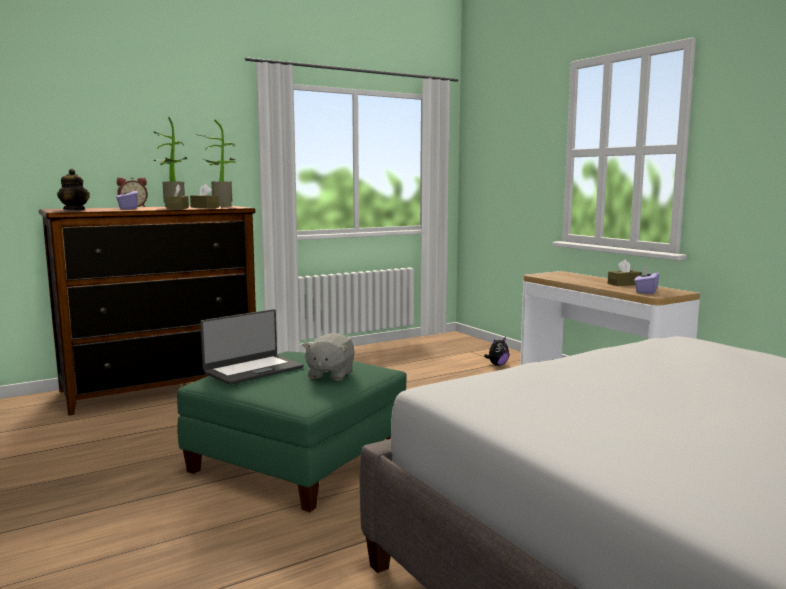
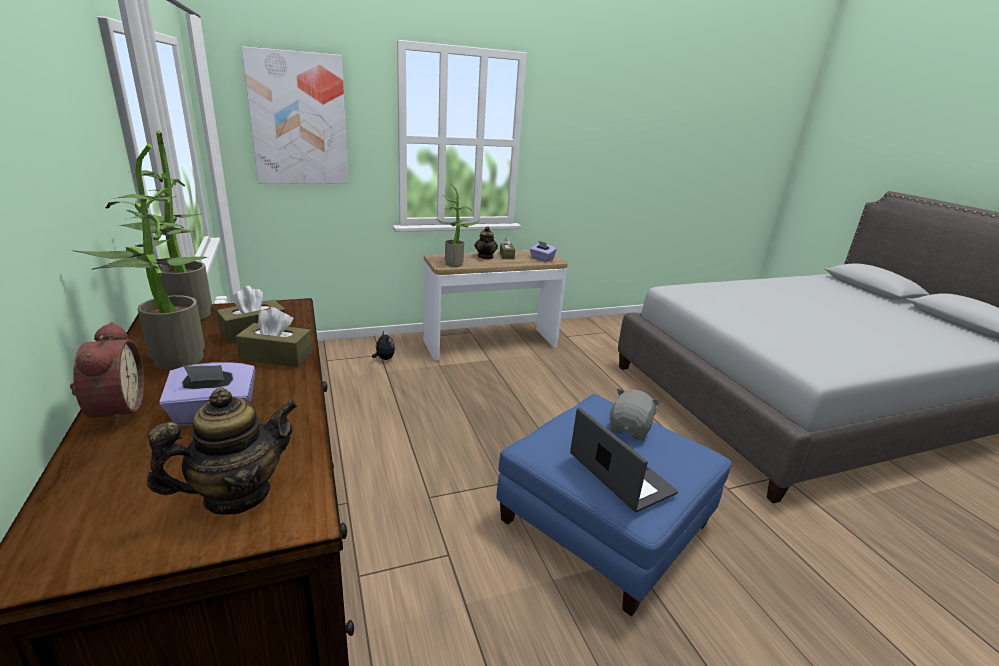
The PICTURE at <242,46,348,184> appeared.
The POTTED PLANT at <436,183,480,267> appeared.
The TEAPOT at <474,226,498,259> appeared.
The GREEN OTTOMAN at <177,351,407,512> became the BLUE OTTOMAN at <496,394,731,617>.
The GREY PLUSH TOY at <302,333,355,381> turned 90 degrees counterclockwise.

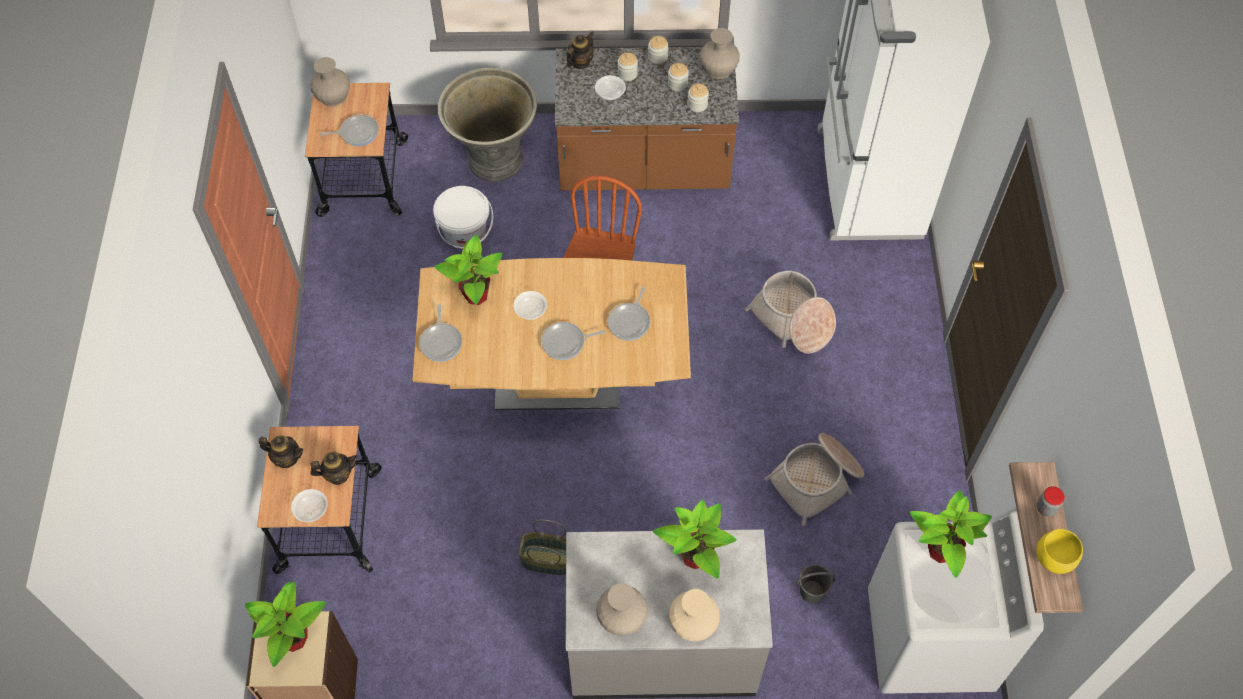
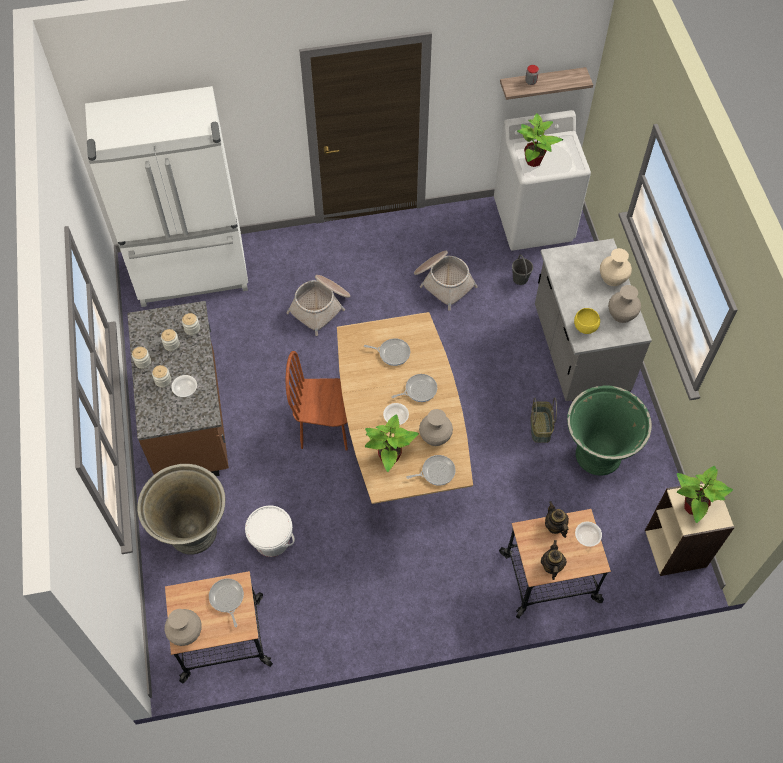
The TEAPOT at <566,31,594,69> disappeared.
The POTTED PLANT at <653,500,737,579> disappeared.
The GREEN PLANTER at <567,385,652,476> appeared.
The BEIGE VASE moved from <700,28,740,79> to <419,409,453,446>.
The YELLOW BOWL moved from <1036,529,1083,574> to <574,308,600,334>.
The FRYING PAN at <541,322,606,360> turned 90 degrees counterclockwise.

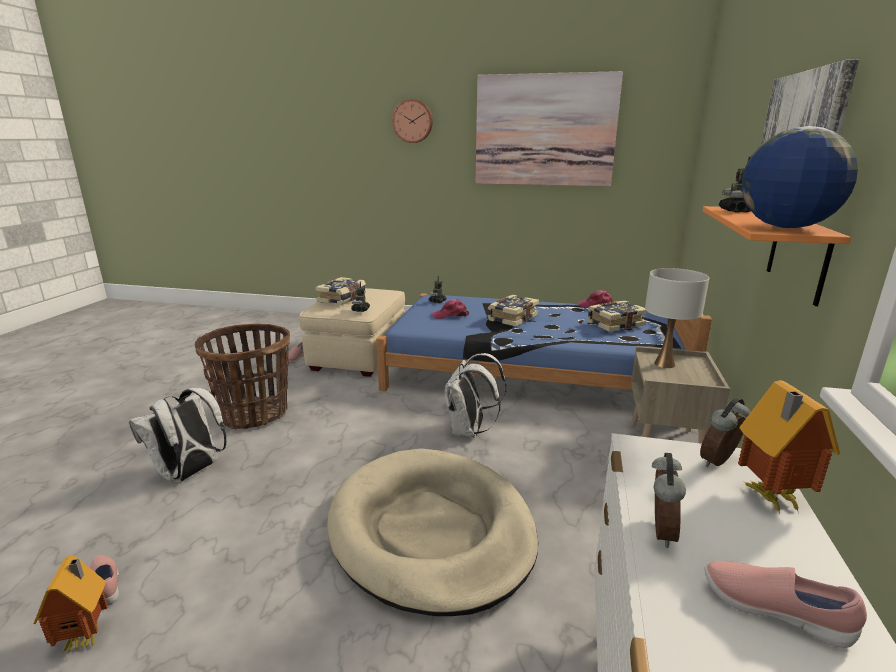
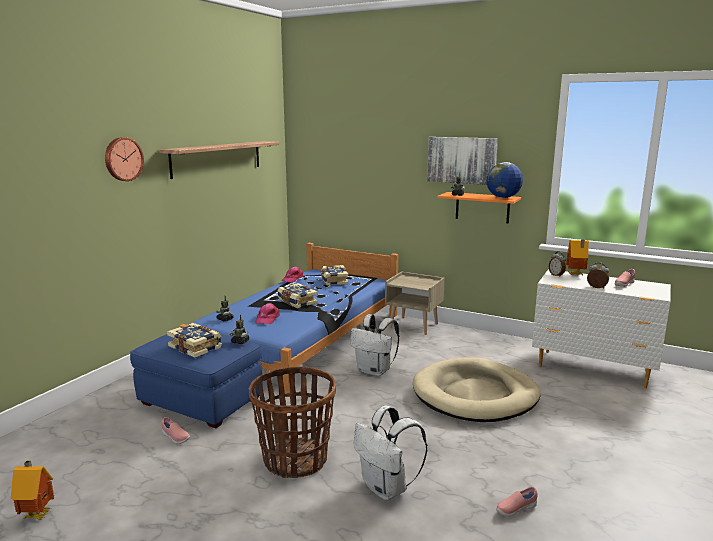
The WHITE TABLE LAMP at <645,268,709,368> disappeared.
The TOY HOUSE moved from <34,556,108,652> to <11,461,54,520>.
The PICTURE at <475,71,623,186> was replaced by the SHELF at <159,141,280,179>.
The BEIGE OTTOMAN at <299,288,405,377> became the BLUE OTTOMAN at <130,327,263,428>.

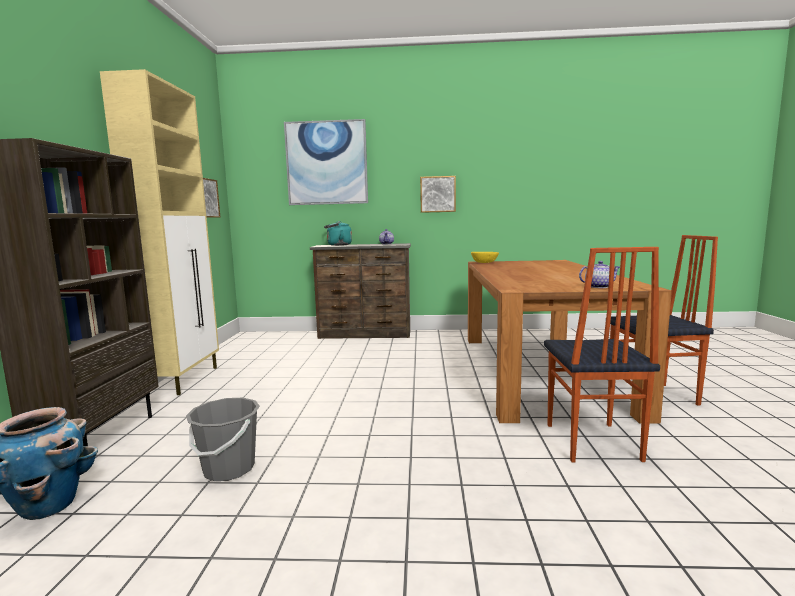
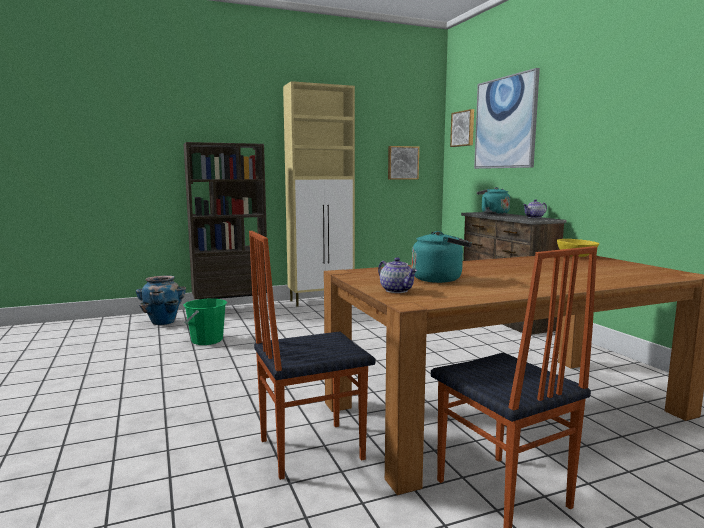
The TURQUOISE KETTLE at <412,231,472,283> appeared.
The PICTURE moved from <420,176,456,213> to <450,109,474,147>.
The GREY BUCKET at <186,398,260,481> became the GREEN BUCKET at <183,299,227,345>.

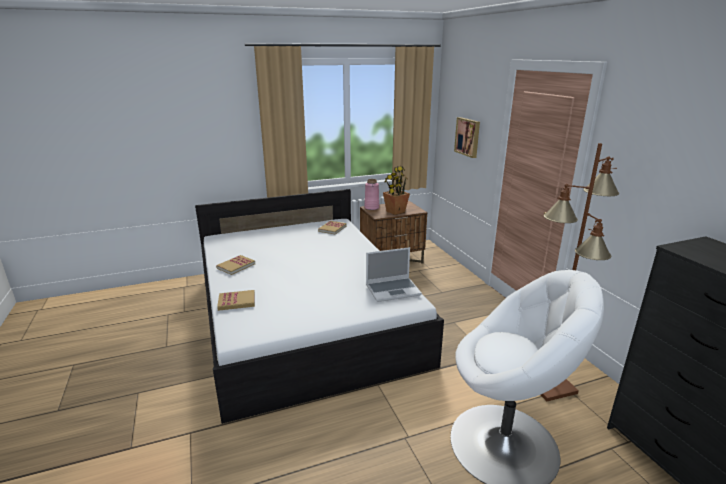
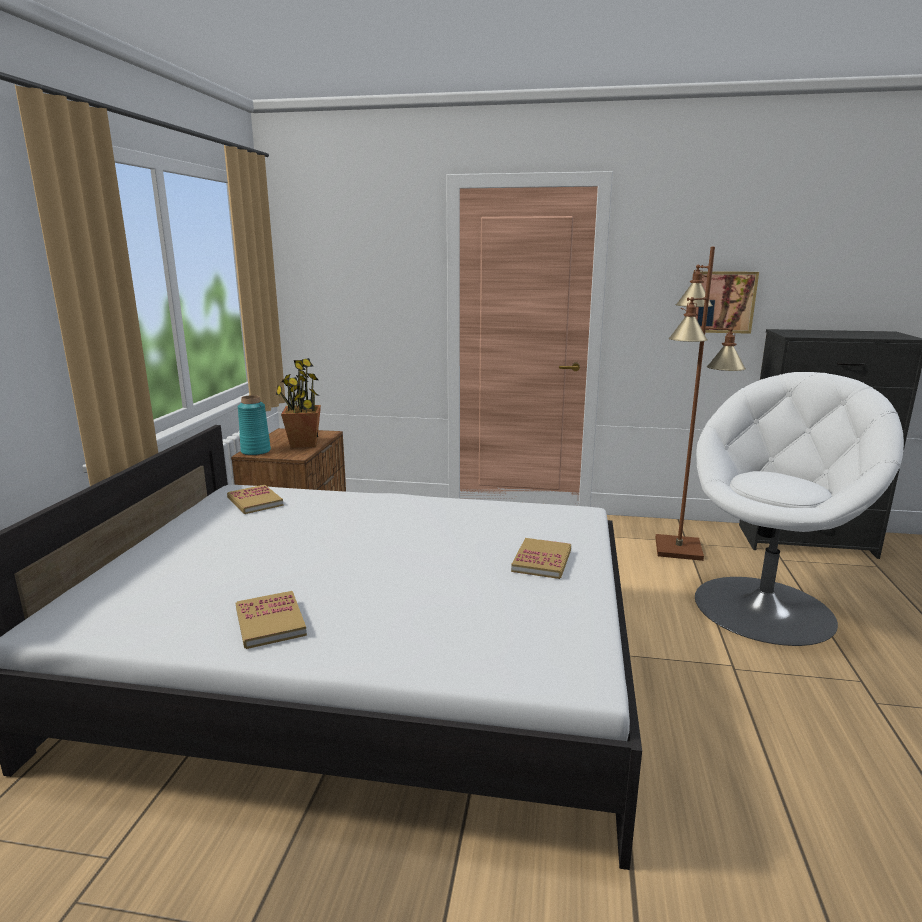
The LAPTOP at <366,247,422,302> disappeared.
The BOOK moved from <217,290,255,311> to <511,538,571,579>.
The PICTURE moved from <454,117,480,158> to <696,271,759,334>.
The PINK VASE at <364,179,379,210> became the TURQUOISE VASE at <238,395,271,456>.

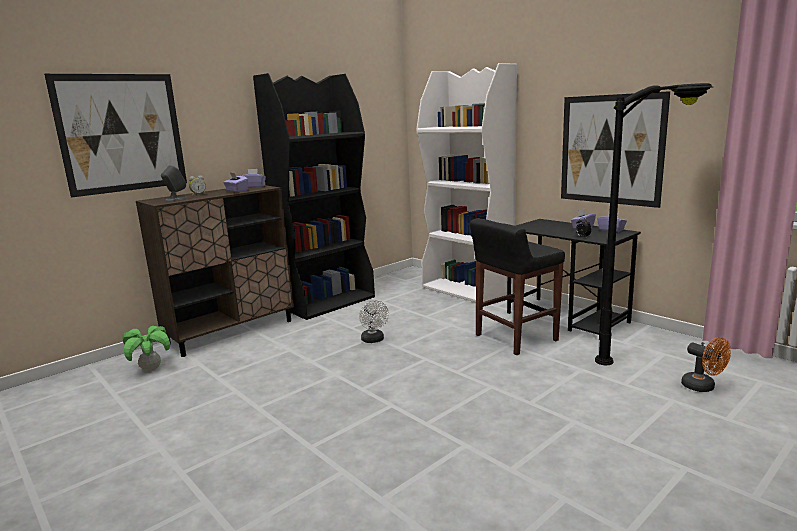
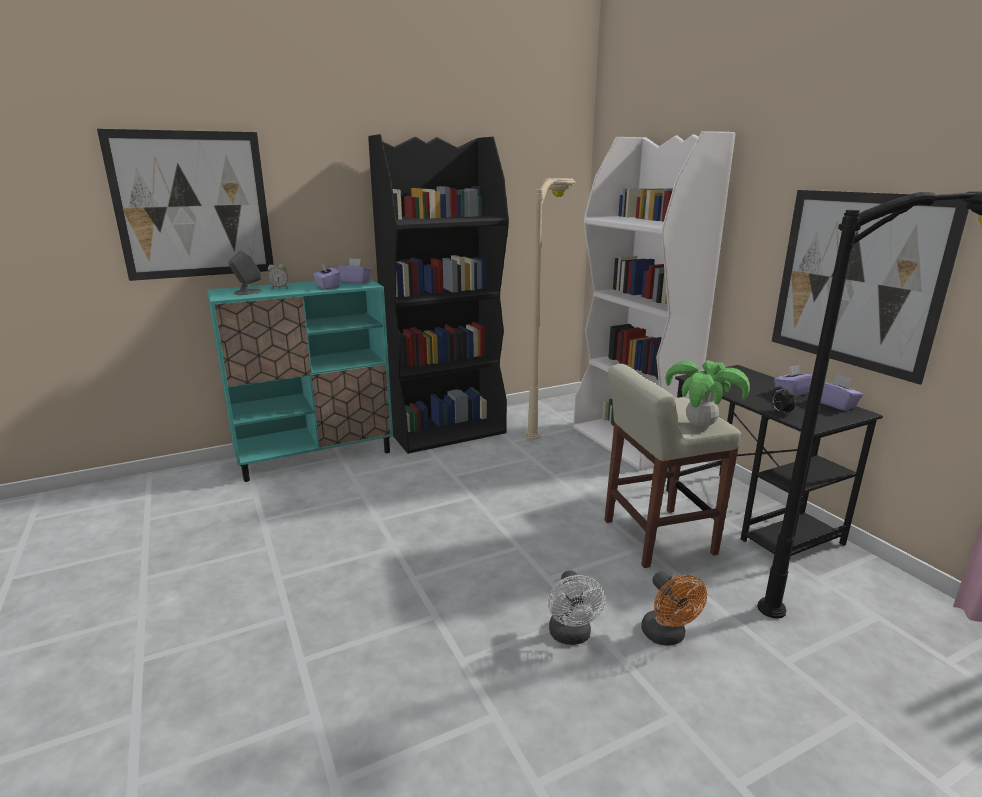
The BEIGE FLOOR LAMP at <525,178,576,440> appeared.
The POTTED PLANT moved from <122,326,170,371> to <665,360,750,428>.
The WHITE FAN moved from <359,300,389,343> to <548,570,605,645>.
The ORANGE FAN moved from <681,337,731,392> to <641,571,707,646>.
The BROWN CABINET at <136,185,294,357> became the TURQUOISE CABINET at <207,279,393,482>.
The BLACK STOOL at <469,218,565,355> became the BEIGE STOOL at <604,364,742,568>.

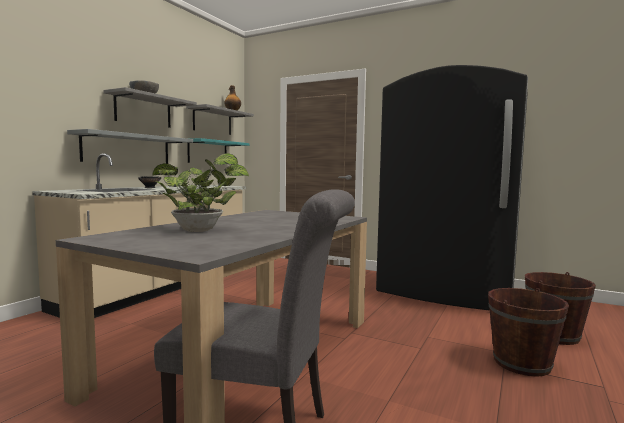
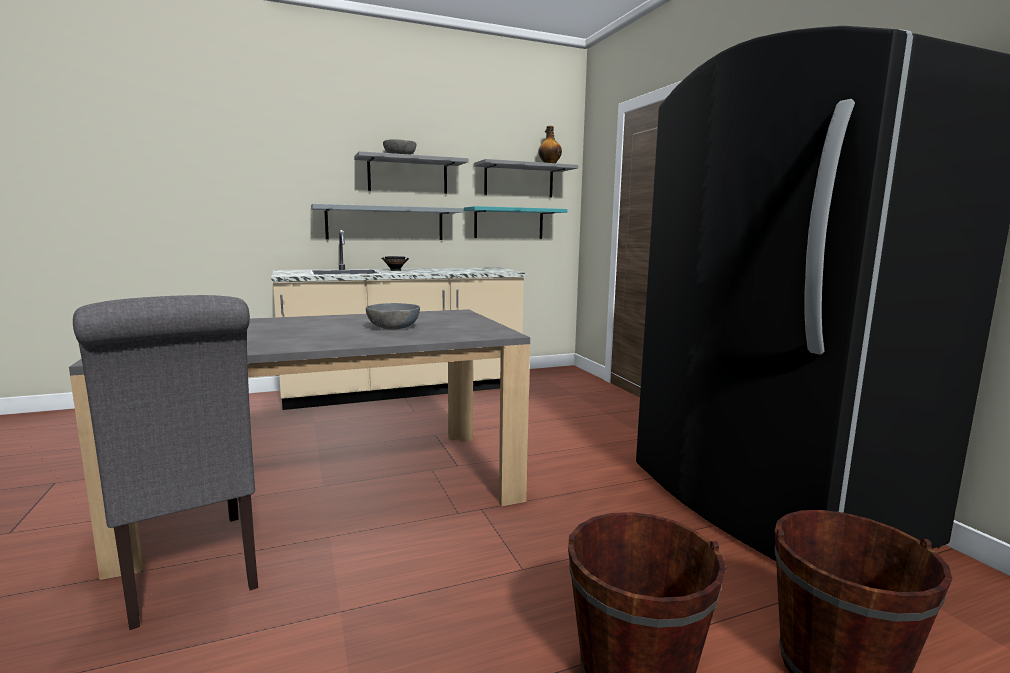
The POTTED PLANT at <153,153,249,232> disappeared.
The GREY BOWL at <366,303,420,330> appeared.

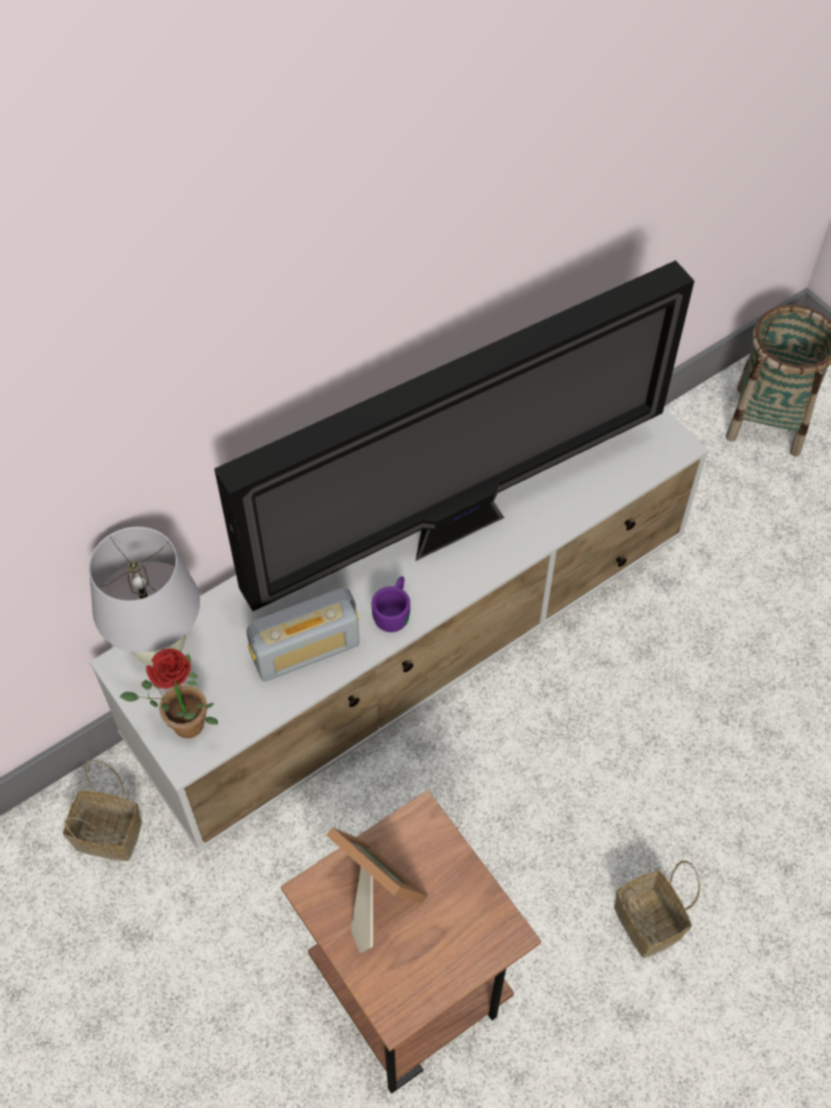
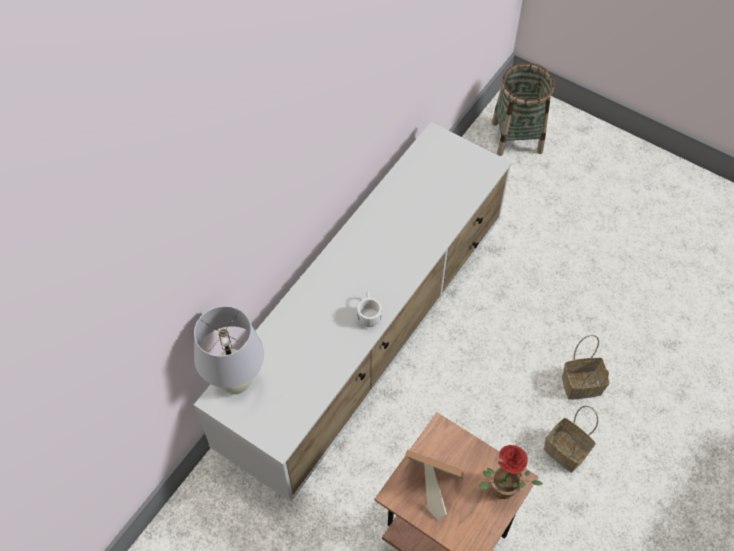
The TELEVISION at <214,260,694,611> disappeared.
The RADIO at <246,588,360,682> disappeared.
The BASKET moved from <63,760,142,861> to <562,335,610,400>.
The POTTED PLANT moved from <120,648,218,738> to <479,445,543,499>.
The PURPLE MUG at <372,576,410,632> became the WHITE MUG at <357,291,382,327>.

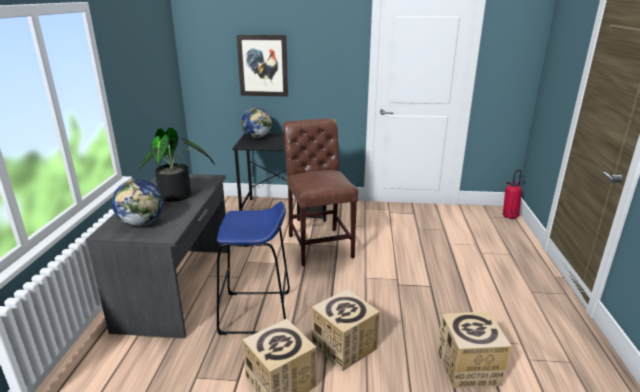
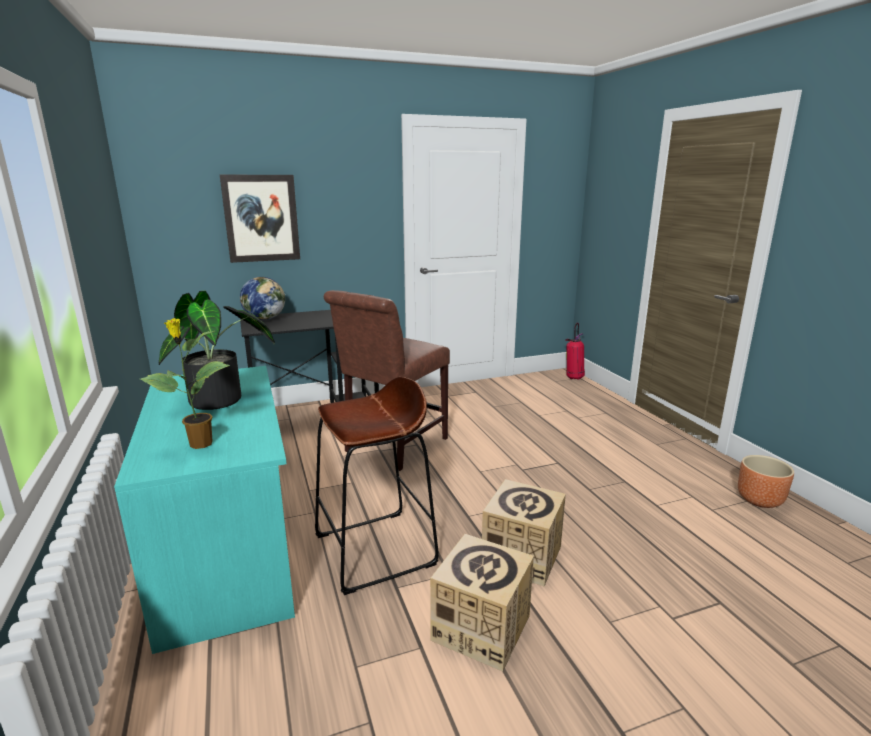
The CARDBOARD BOX at <437,311,512,388> disappeared.
The BROWN PLANTER at <738,455,794,508> appeared.
The GLOBE at <112,179,163,227> was replaced by the POTTED PLANT at <140,318,230,449>.
The GREY DESK at <86,174,228,338> became the TURQUOISE DESK at <114,366,295,654>.
The BLUE STOOL at <217,201,290,335> became the BROWN STOOL at <315,377,439,595>.
The BROWN CHAIR at <283,118,358,266> turned 105 degrees counterclockwise.

